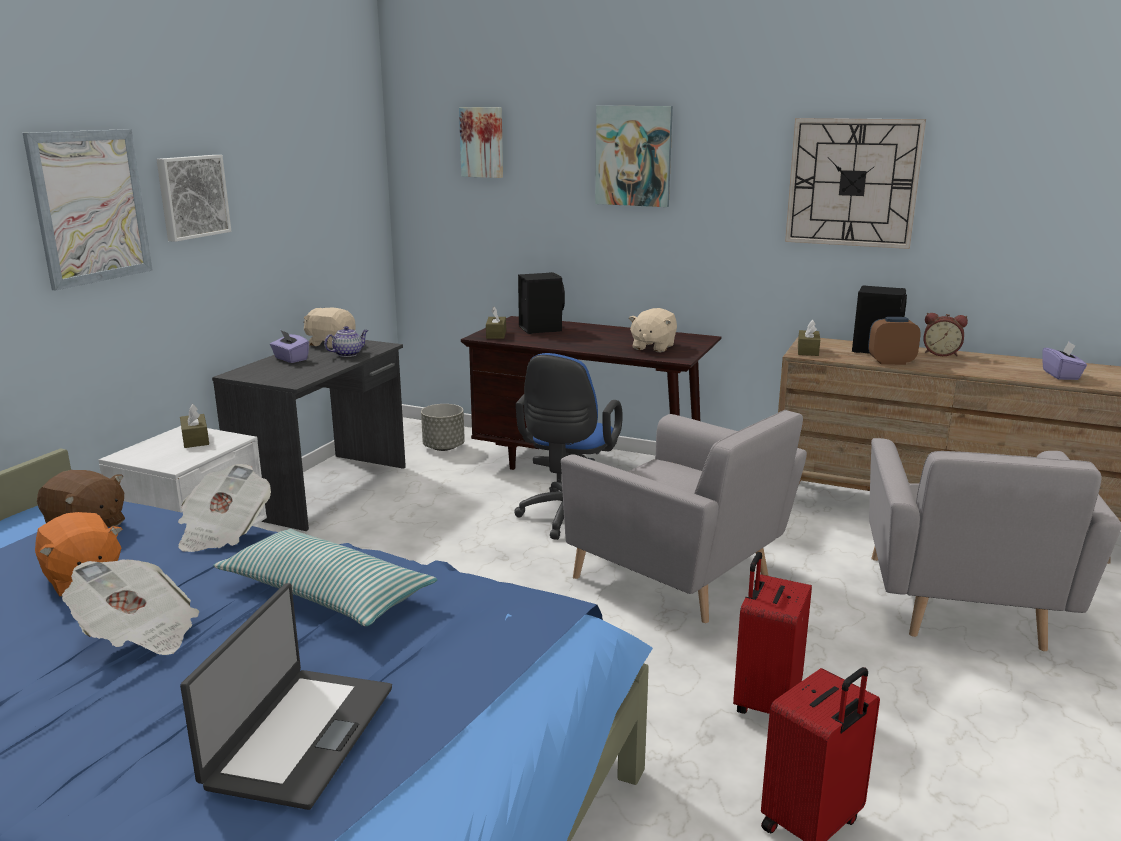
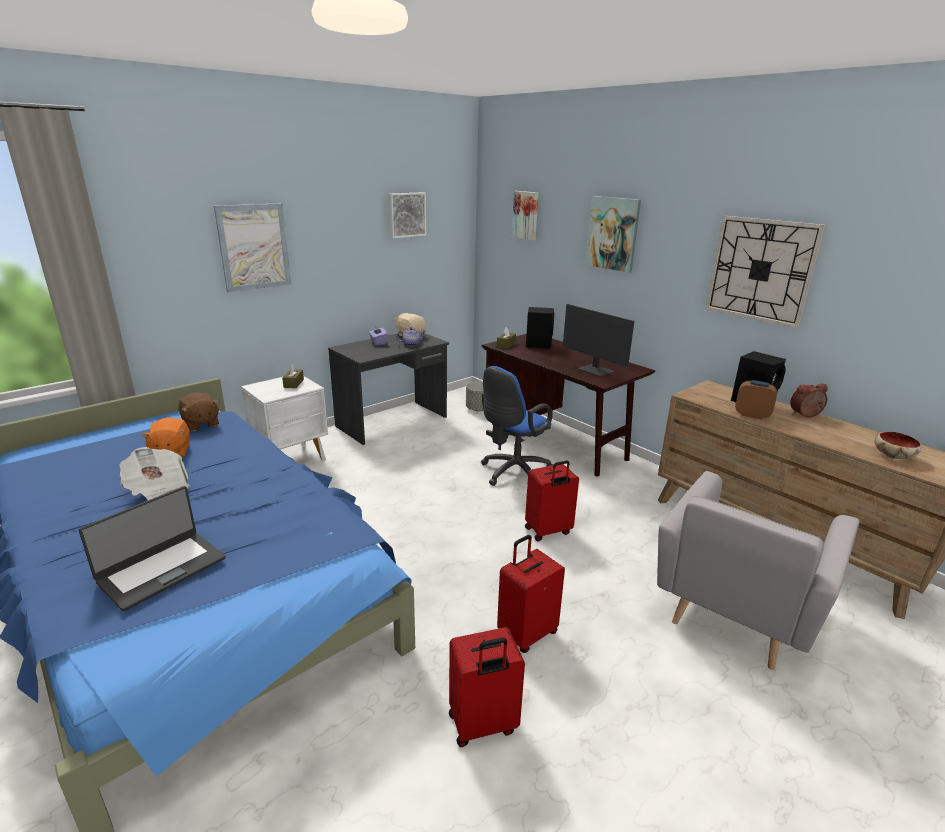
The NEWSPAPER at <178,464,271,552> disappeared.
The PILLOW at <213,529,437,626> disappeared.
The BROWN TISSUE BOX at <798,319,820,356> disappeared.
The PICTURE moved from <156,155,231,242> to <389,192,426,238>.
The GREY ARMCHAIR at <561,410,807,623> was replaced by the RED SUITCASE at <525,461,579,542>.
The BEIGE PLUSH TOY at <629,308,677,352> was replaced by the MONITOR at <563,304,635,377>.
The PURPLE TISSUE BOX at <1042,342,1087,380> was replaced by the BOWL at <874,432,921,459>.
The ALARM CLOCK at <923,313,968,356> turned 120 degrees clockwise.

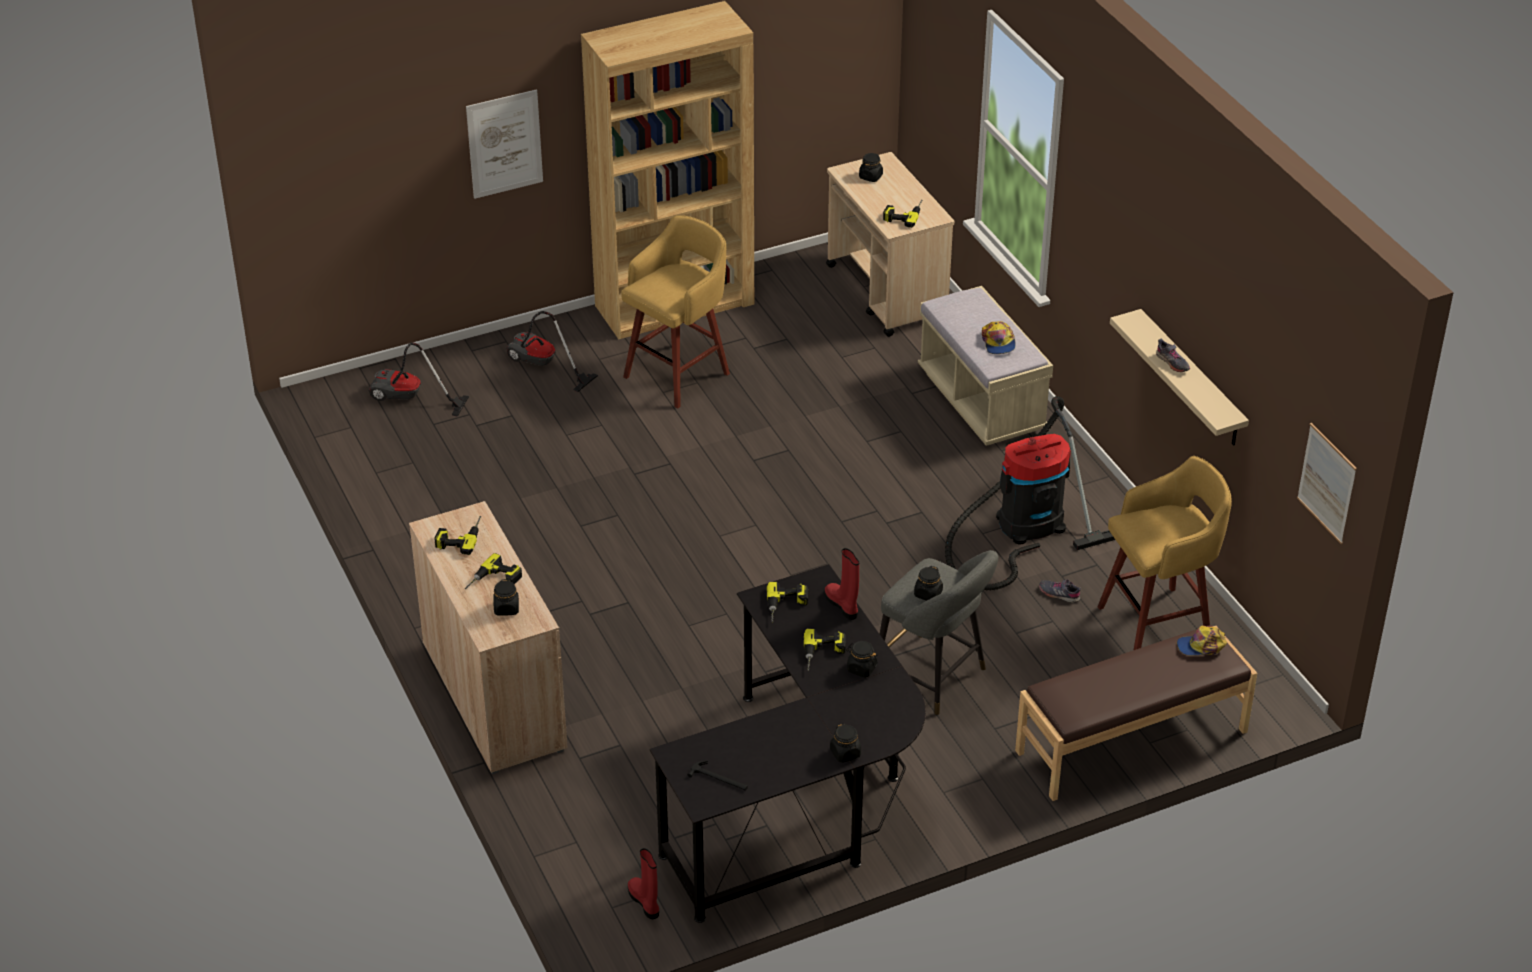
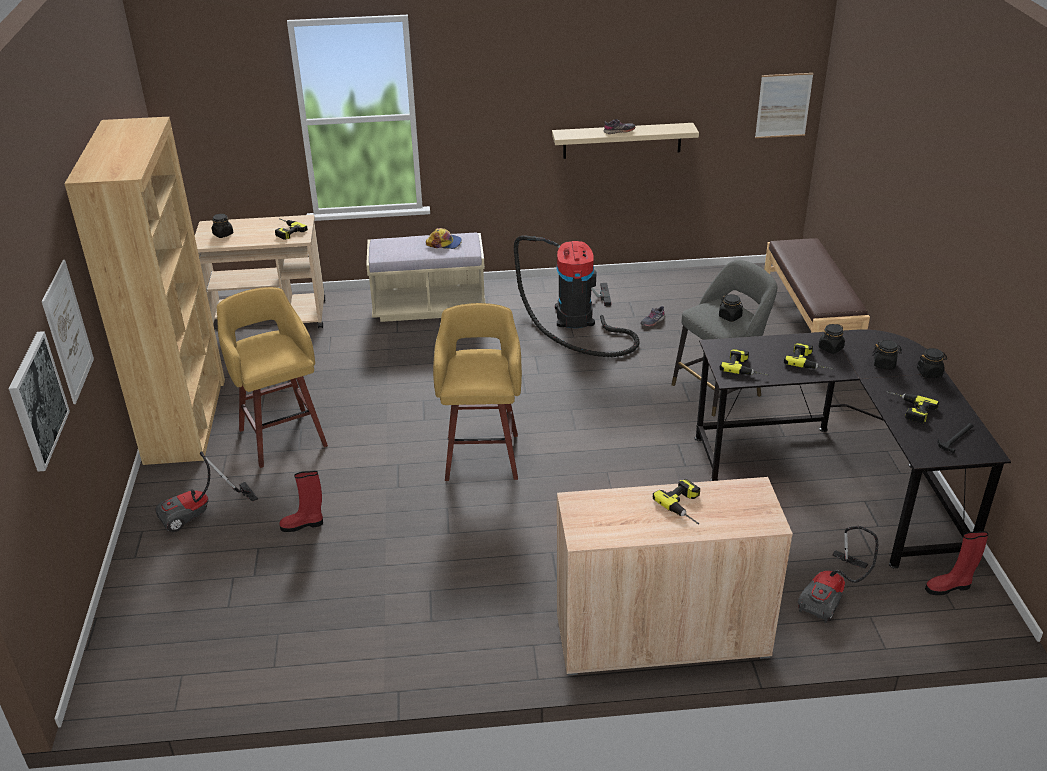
The CAP at <1177,626,1227,656> disappeared.
The PICTURE at <9,331,70,472> appeared.
The VACUUM CLEANER moved from <369,342,469,417> to <798,526,878,623>.
The POWER DRILL moved from <434,516,481,555> to <886,391,939,424>.
The BLACK JAR moved from <493,579,519,616> to <872,340,902,370>.
The RED BOOT moved from <825,548,859,620> to <279,471,323,532>.
The YELLOW STOOL moved from <1098,456,1232,650> to <433,303,522,481>.

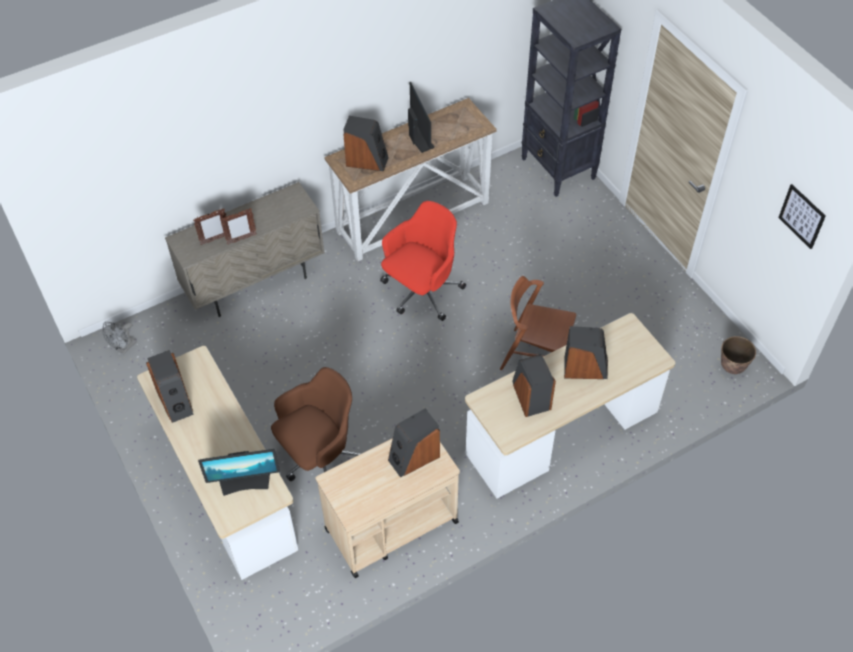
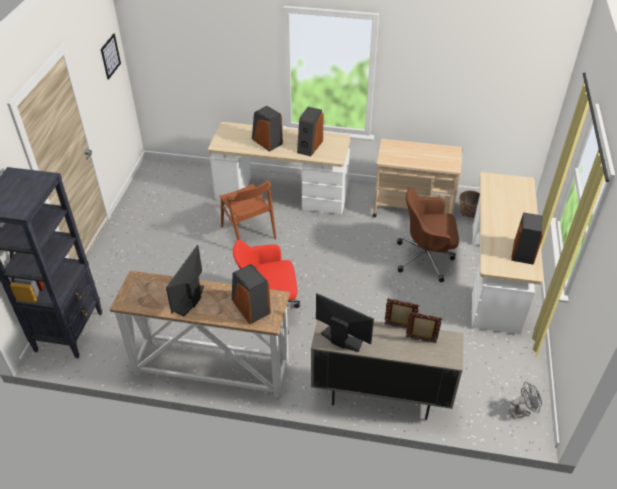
The SPEAKER at <388,408,440,478> disappeared.
The MONITOR moved from <198,449,280,496> to <316,293,374,352>.
The PLANTER moved from <721,336,756,374> to <460,190,480,218>.

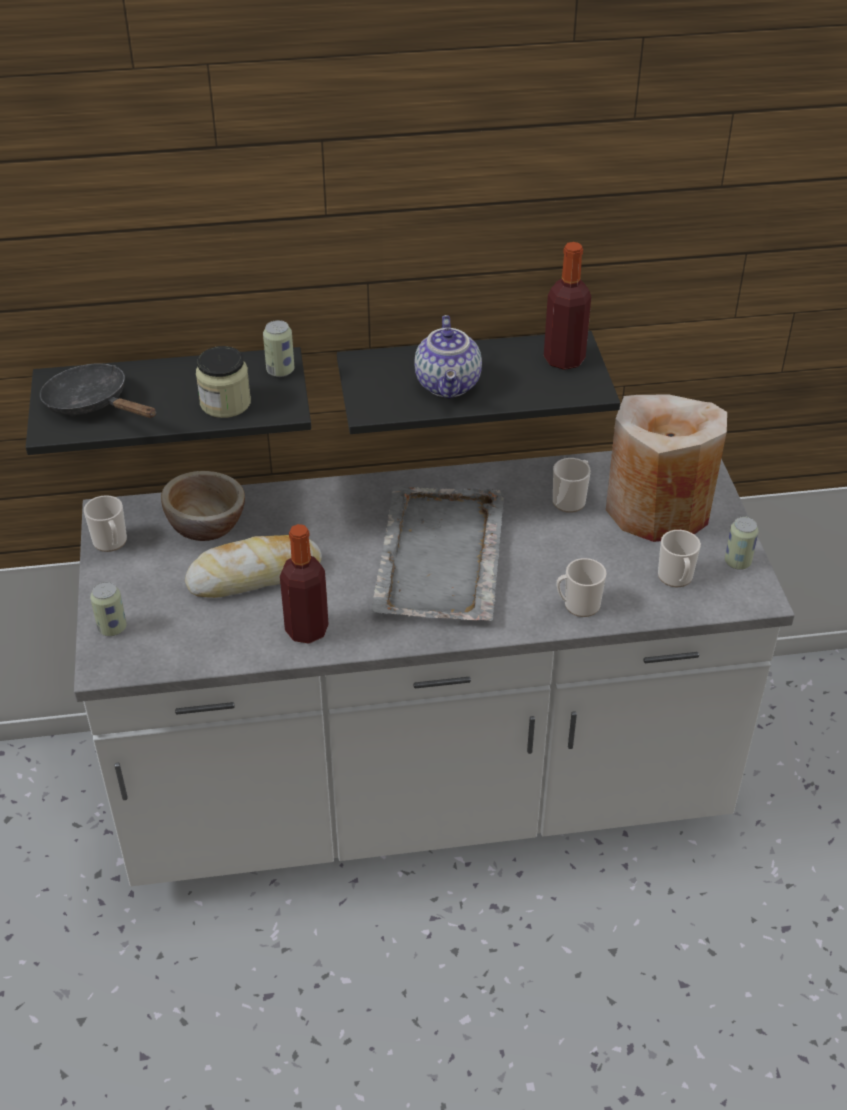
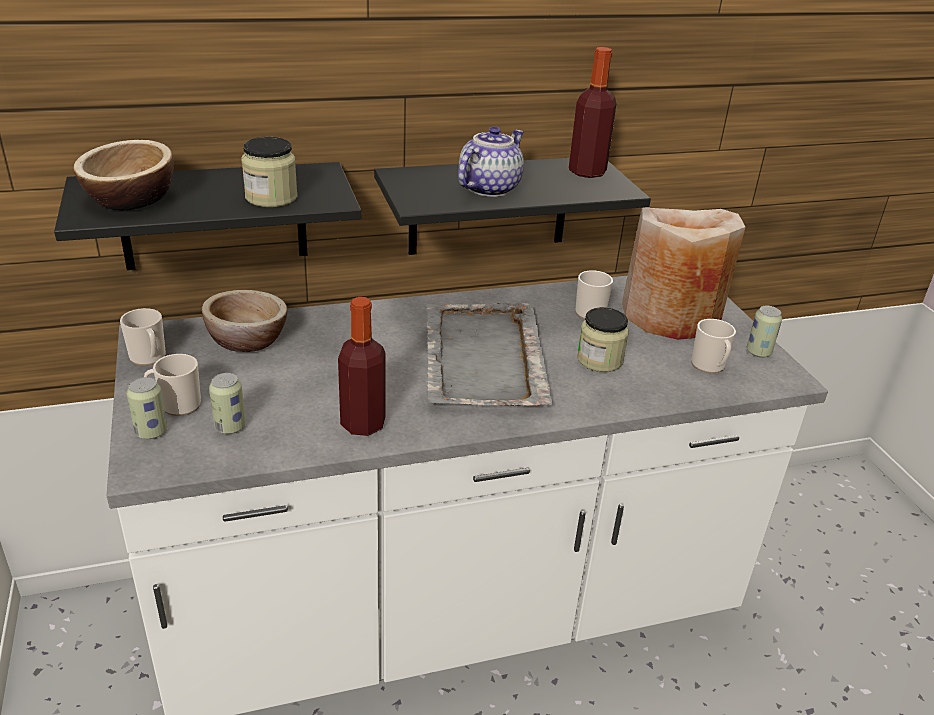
The BREAD at <185,535,322,598> disappeared.
The JAR at <577,307,629,372> appeared.
The CAN moved from <263,320,294,377> to <209,373,246,434>.
The MUG moved from <557,558,607,617> to <144,354,201,416>.
The BLACK FRYING PAN at <40,364,156,418> was replaced by the BOWL at <73,140,174,211>.
The TEAPOT at <414,315,482,399> turned 135 degrees counterclockwise.

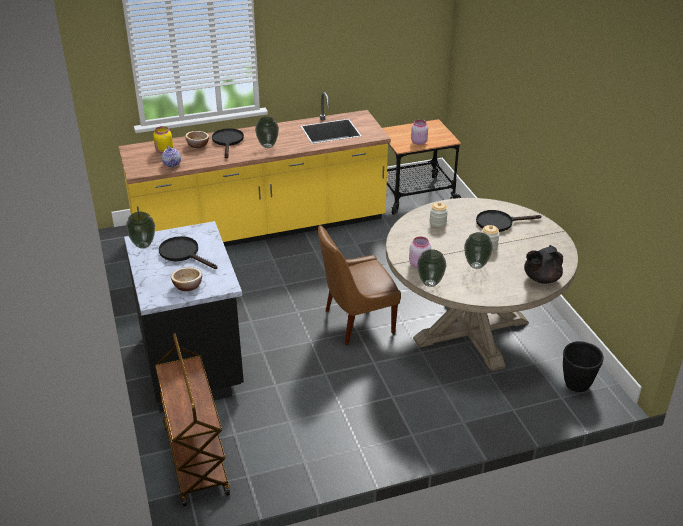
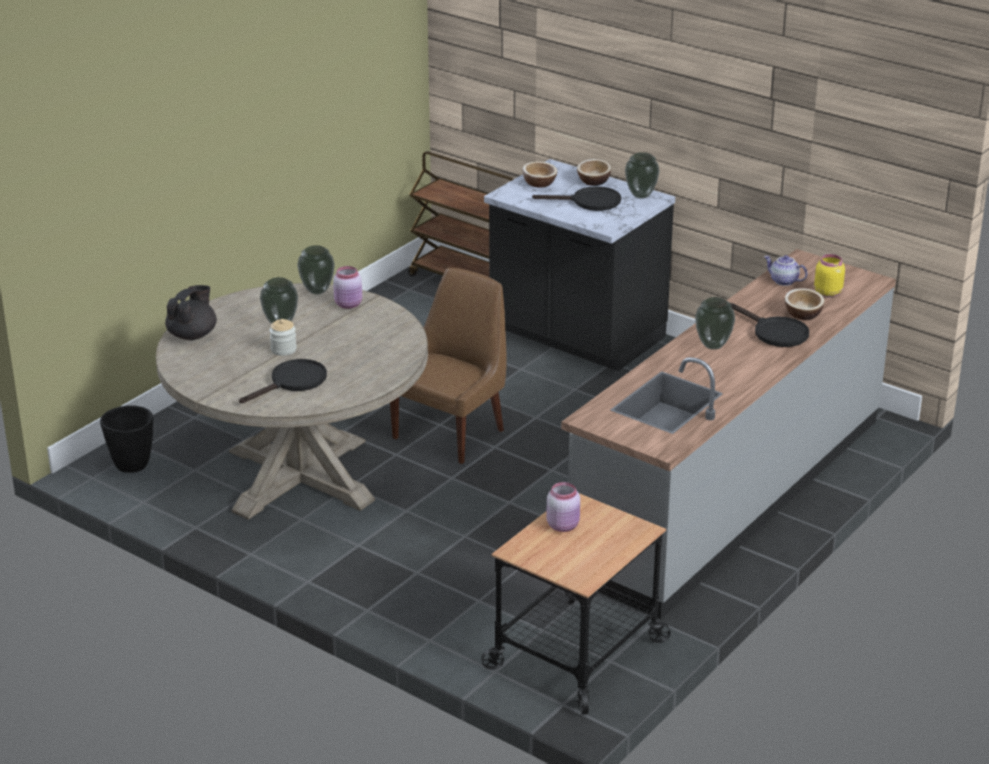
The JAR at <429,202,448,227> disappeared.
The BOWL at <577,159,611,186> appeared.
The YELLOW COUNTER at <118,92,391,247> became the GREY COUNTER at <561,249,896,619>.

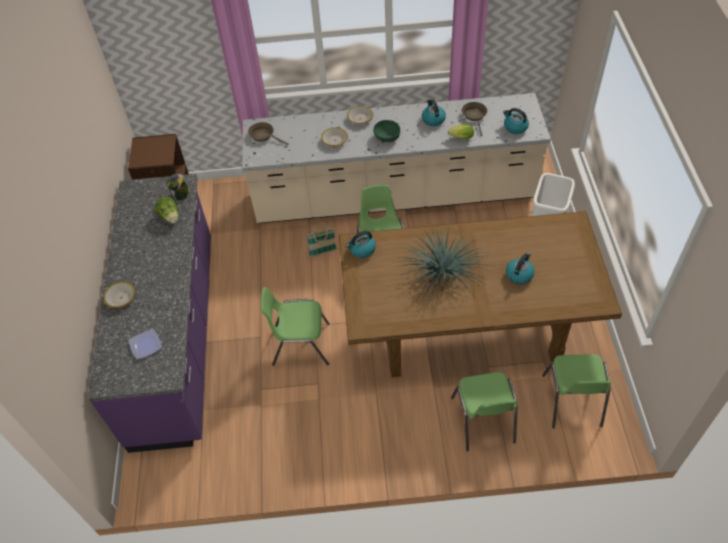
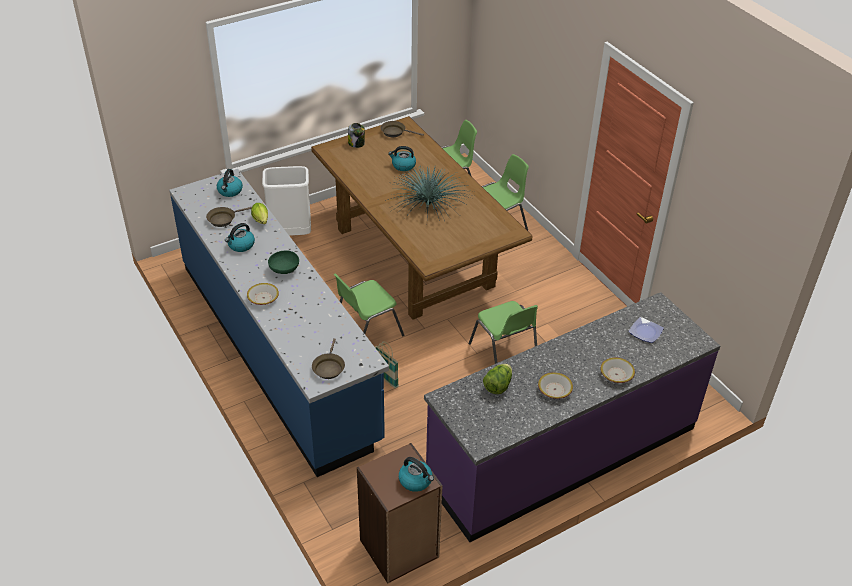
The BROWN FRYING PAN at <381,121,424,137> appeared.
The JAR moved from <167,174,190,201> to <348,123,365,148>.
The BOWL moved from <321,127,348,146> to <538,372,573,399>.
The KETTLE moved from <346,231,376,258> to <399,457,434,492>.
The BEIGE COUNTER at <242,93,551,223> became the BLUE COUNTER at <169,169,389,477>.

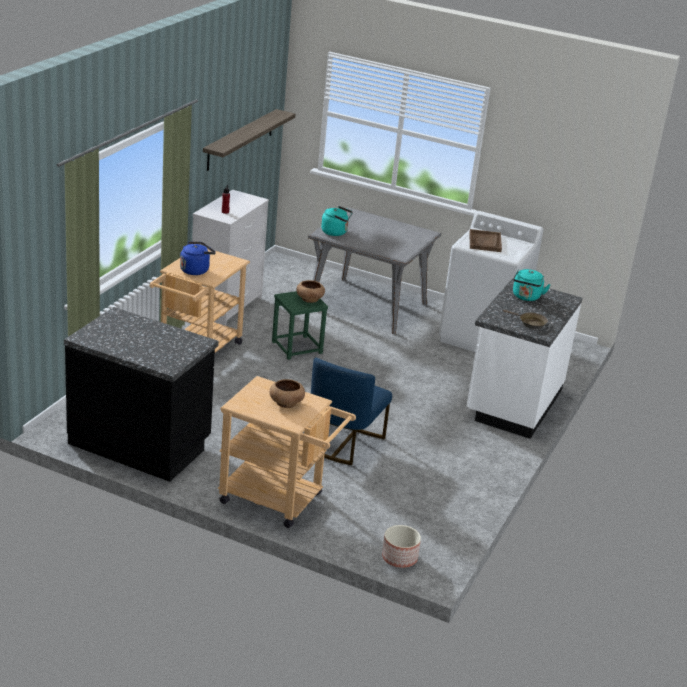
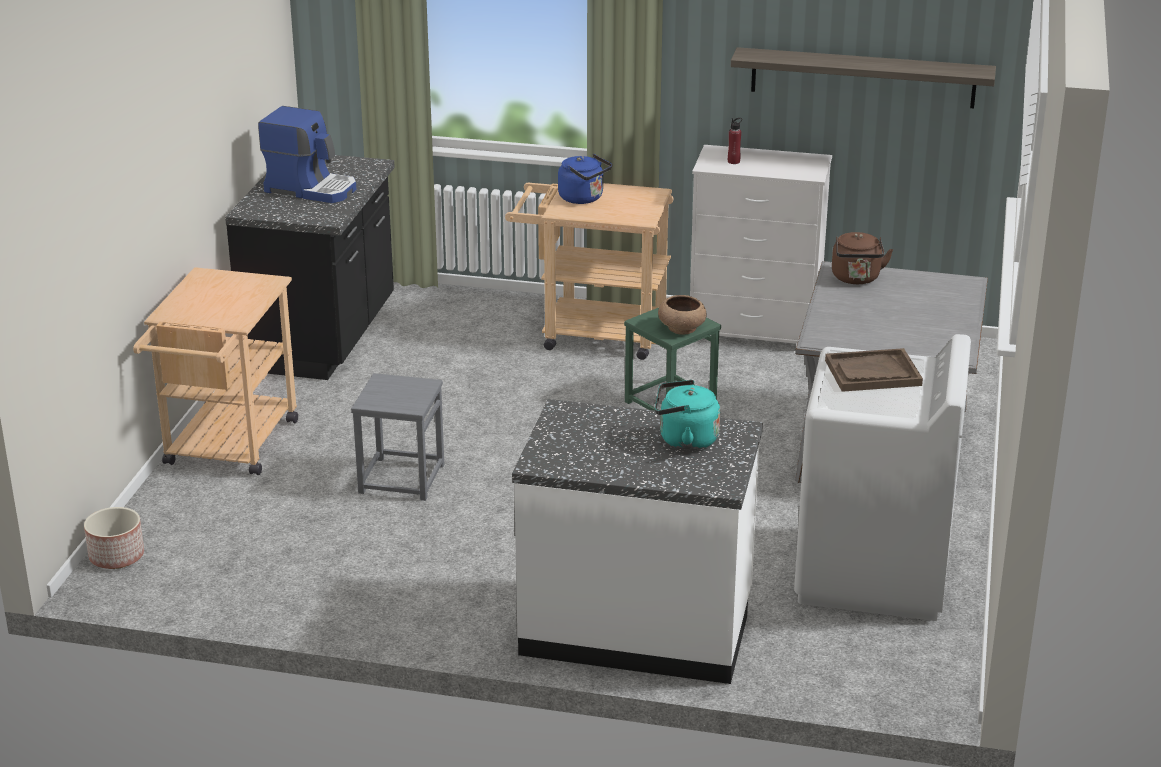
The BROWN BOWL at <270,379,305,408> disappeared.
The BROWN FRYING PAN at <503,310,548,329> disappeared.
The COFFEE MACHINE at <258,106,357,203> appeared.
The BLUE CHAIR at <311,358,392,465> was replaced by the GREY STOOL at <351,373,444,501>.
The TURQUOISE KETTLE at <321,206,353,236> became the BROWN KETTLE at <832,232,893,284>.

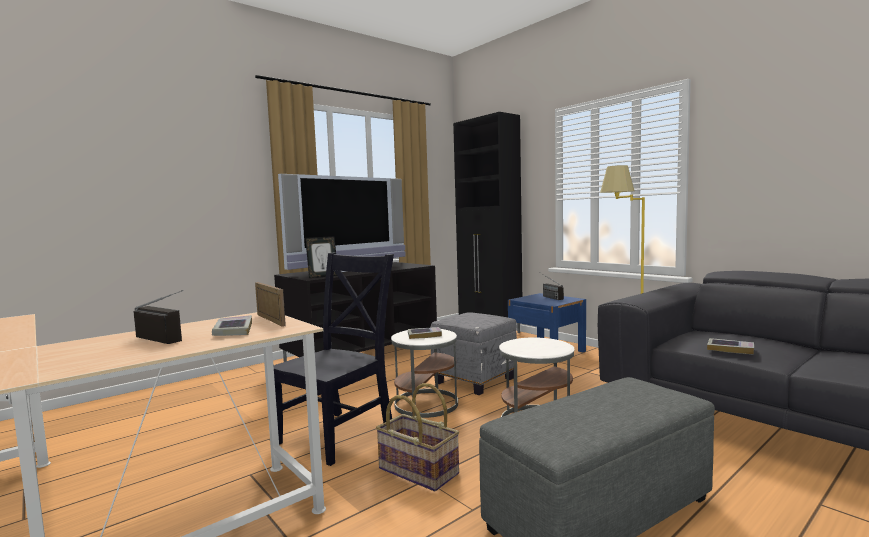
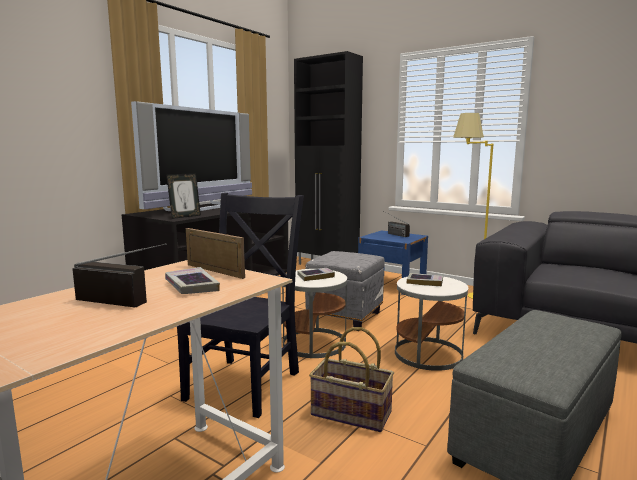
The BOOK moved from <707,338,754,355> to <407,273,443,286>.

